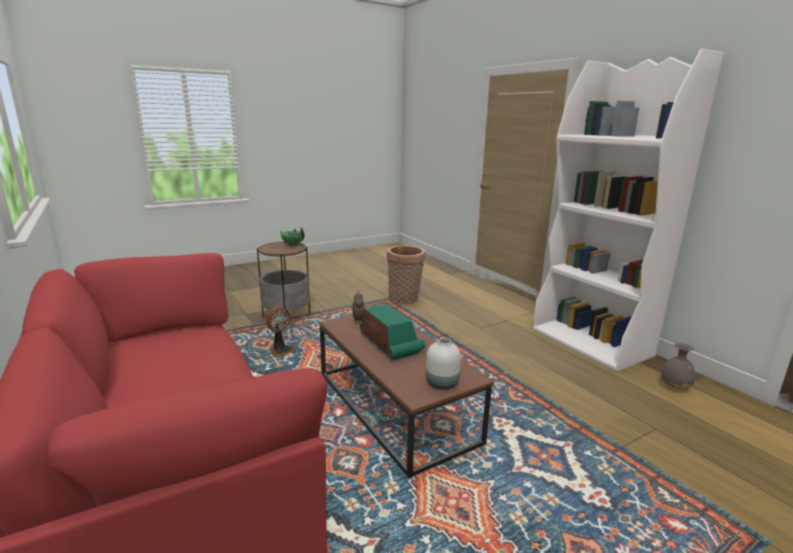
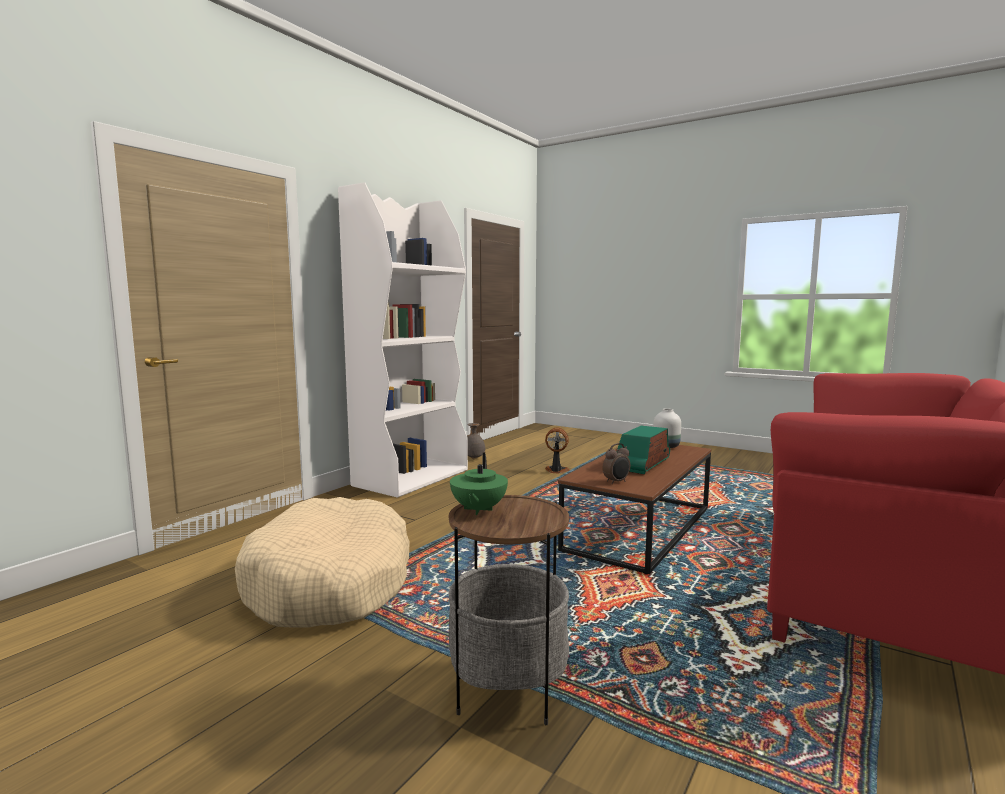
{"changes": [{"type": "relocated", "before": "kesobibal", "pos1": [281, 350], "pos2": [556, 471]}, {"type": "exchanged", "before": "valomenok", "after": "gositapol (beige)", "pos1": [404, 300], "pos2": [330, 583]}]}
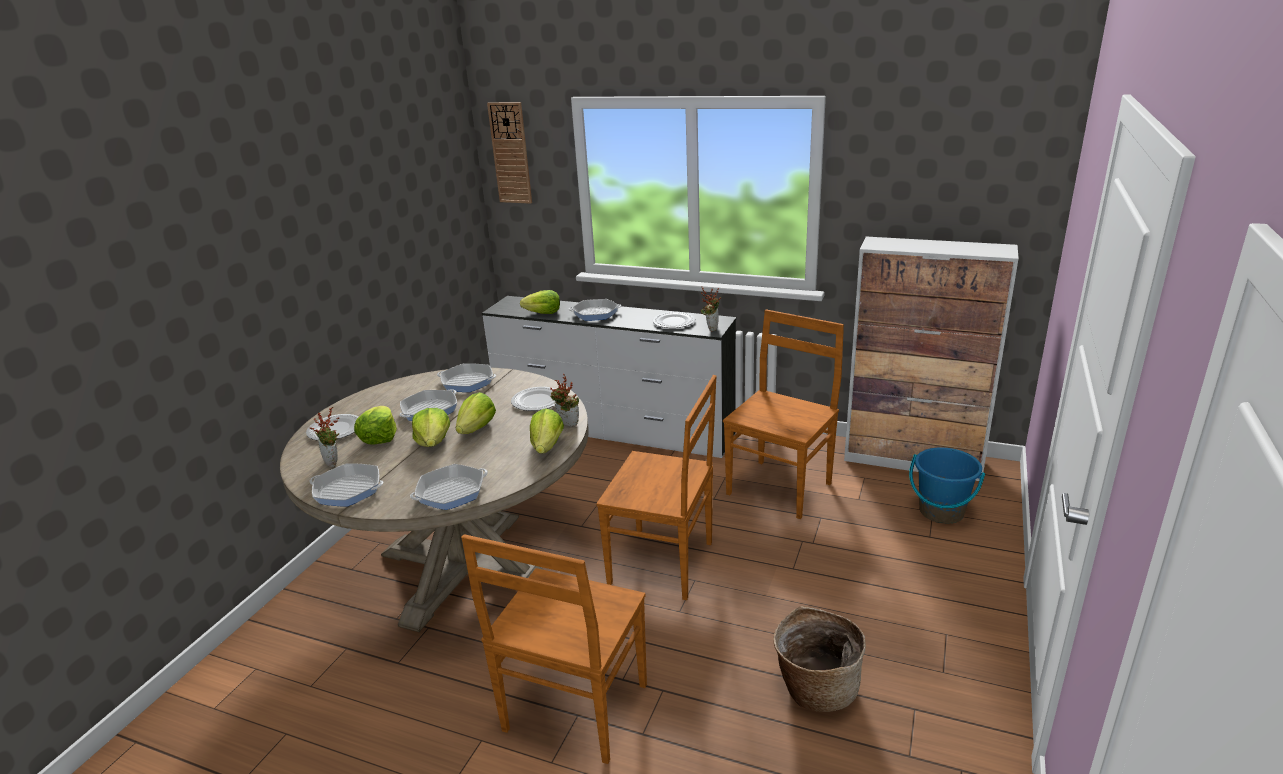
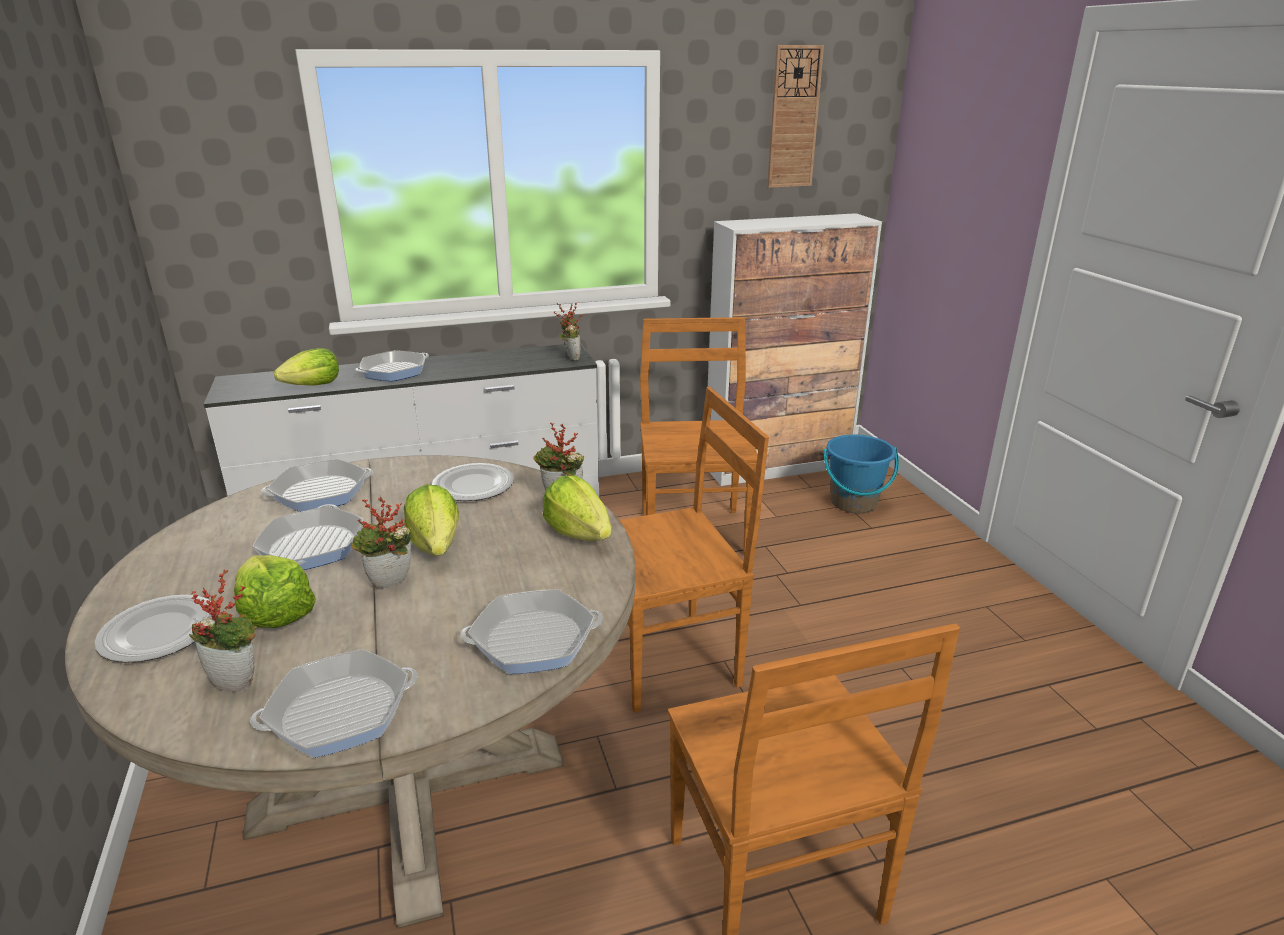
{"changes": [{"type": "spun", "before": "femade", "pos1": [451, 492], "pos2": [533, 640], "turn": 60}, {"type": "exchanged", "before": "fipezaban", "after": "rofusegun", "pos1": [433, 442], "pos2": [390, 585]}, {"type": "relocated", "before": "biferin", "pos1": [510, 153], "pos2": [793, 118]}, {"type": "missing", "before": "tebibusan", "pos1": [673, 322]}, {"type": "missing", "before": "valomenok", "pos1": [815, 688]}]}
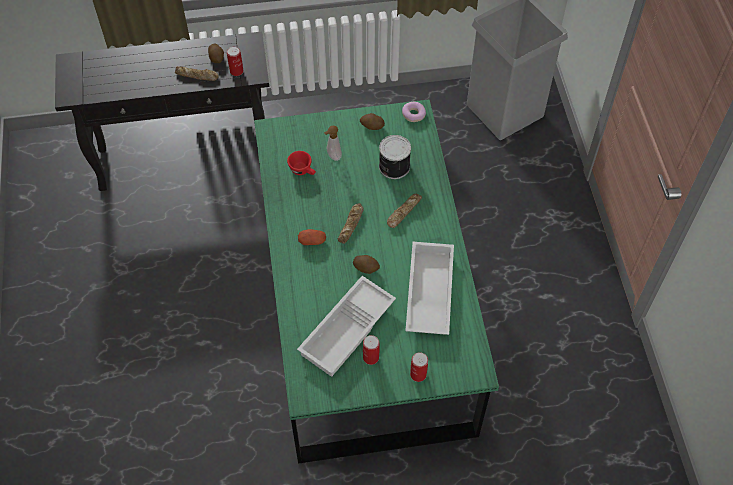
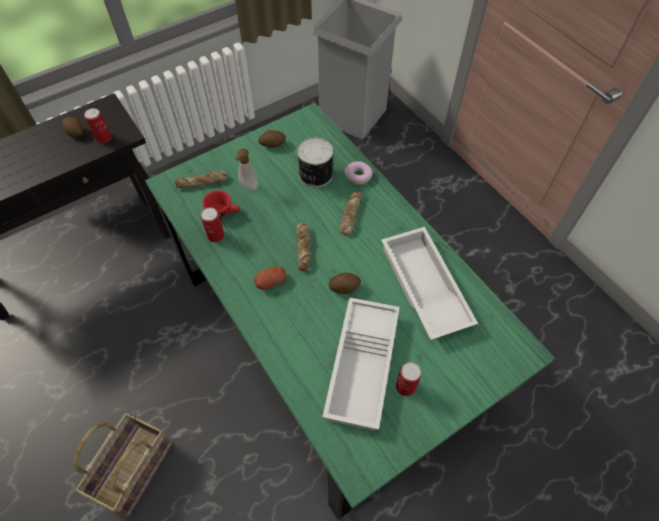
{"changes": [{"type": "relocated", "before": "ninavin", "pos1": [197, 76], "pos2": [202, 182]}, {"type": "relocated", "before": "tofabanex", "pos1": [413, 114], "pos2": [358, 176]}, {"type": "relocated", "before": "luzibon", "pos1": [418, 374], "pos2": [215, 236]}, {"type": "appeared", "after": "valomenok", "pos2": [133, 469]}]}
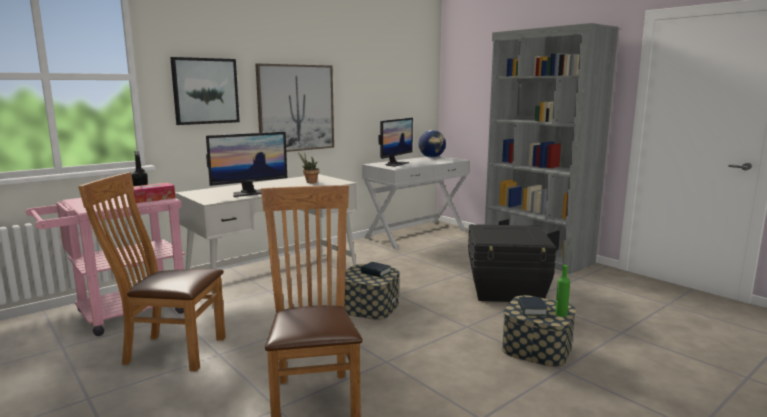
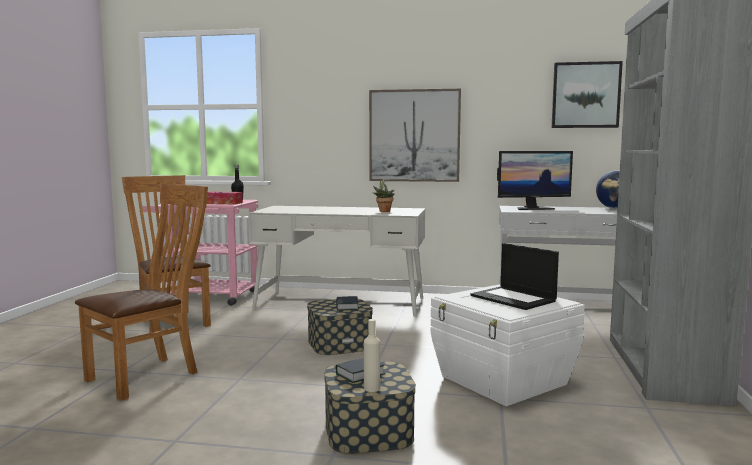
{"changes": [{"type": "relocated", "before": "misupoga", "pos1": [205, 91], "pos2": [585, 95]}, {"type": "missing", "before": "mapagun", "pos1": [249, 193]}, {"type": "colour", "before": "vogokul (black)", "after": "vogokul (white)", "pos1": [507, 290], "pos2": [503, 380]}, {"type": "colour", "before": "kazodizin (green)", "after": "kazodizin (beige)", "pos1": [561, 314], "pos2": [371, 388]}, {"type": "appeared", "after": "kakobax", "pos2": [514, 298]}]}
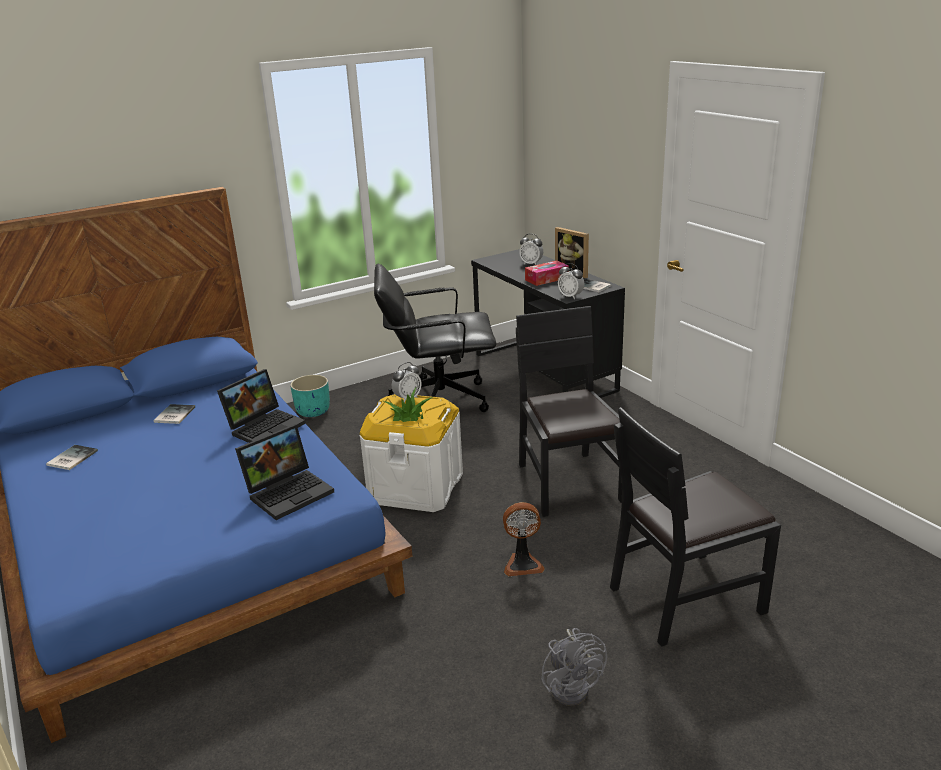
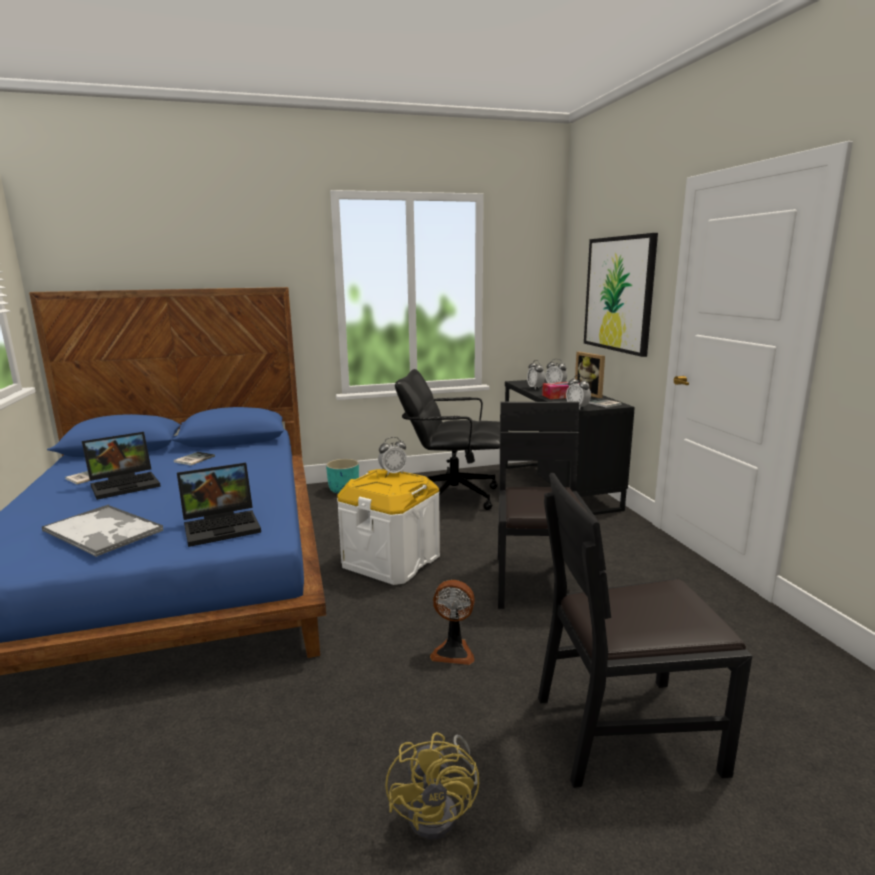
{"changes": [{"type": "relocated", "before": "kakobax", "pos1": [266, 426], "pos2": [126, 484]}, {"type": "missing", "before": "rofusegun", "pos1": [408, 415]}, {"type": "colour", "before": "kesobibal (grey)", "after": "kesobibal (yellow)", "pos1": [573, 685], "pos2": [440, 811]}, {"type": "appeared", "after": "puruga", "pos2": [104, 531]}, {"type": "appeared", "after": "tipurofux", "pos2": [535, 388]}, {"type": "appeared", "after": "misupoga", "pos2": [619, 294]}]}
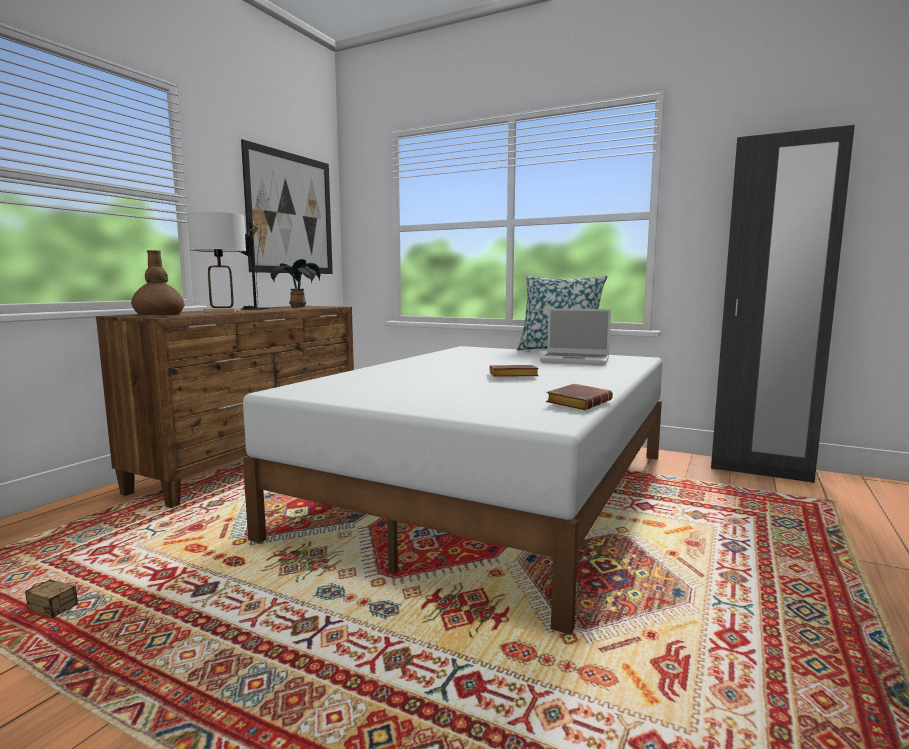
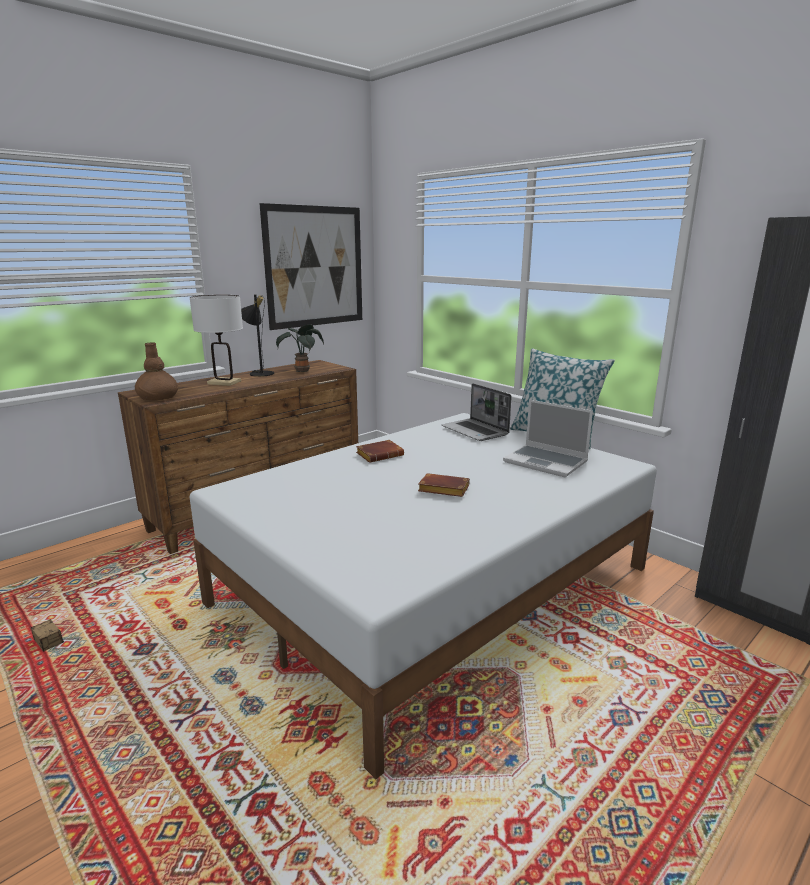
{"changes": [{"type": "relocated", "before": "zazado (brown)", "pos1": [578, 403], "pos2": [380, 455]}, {"type": "appeared", "after": "kakobax", "pos2": [476, 431]}]}
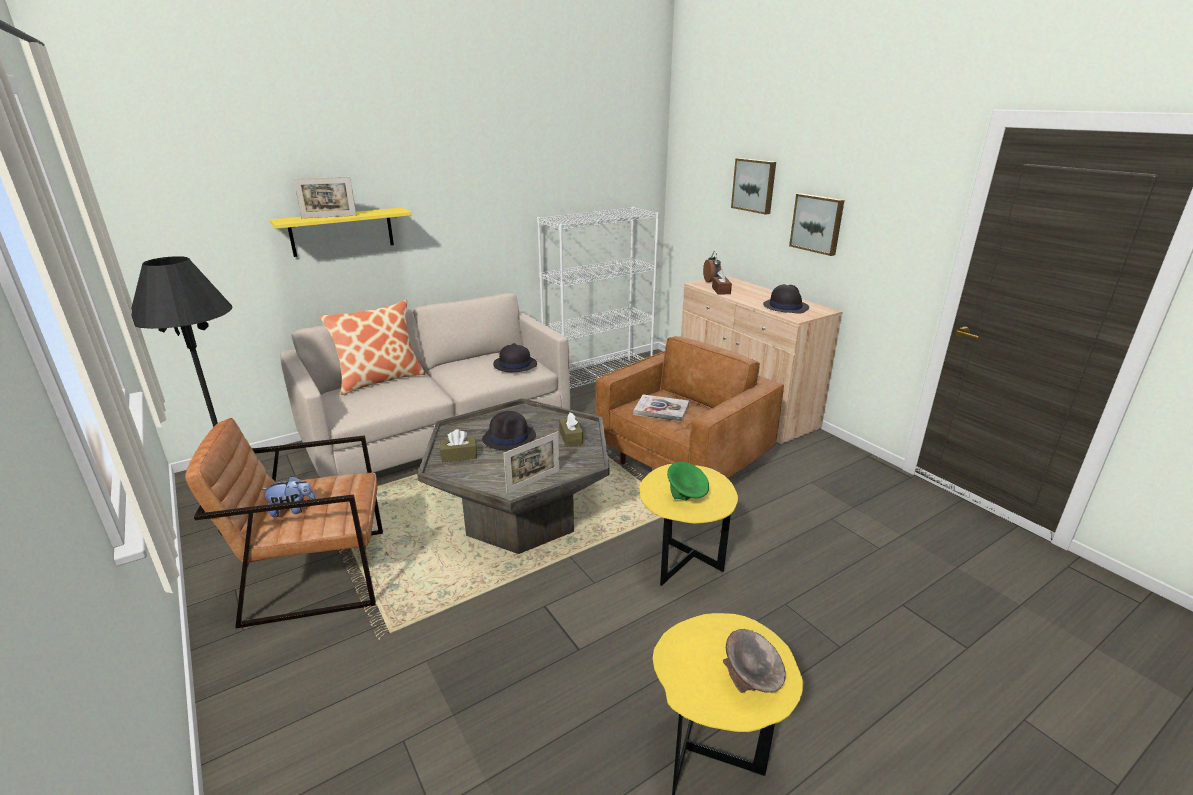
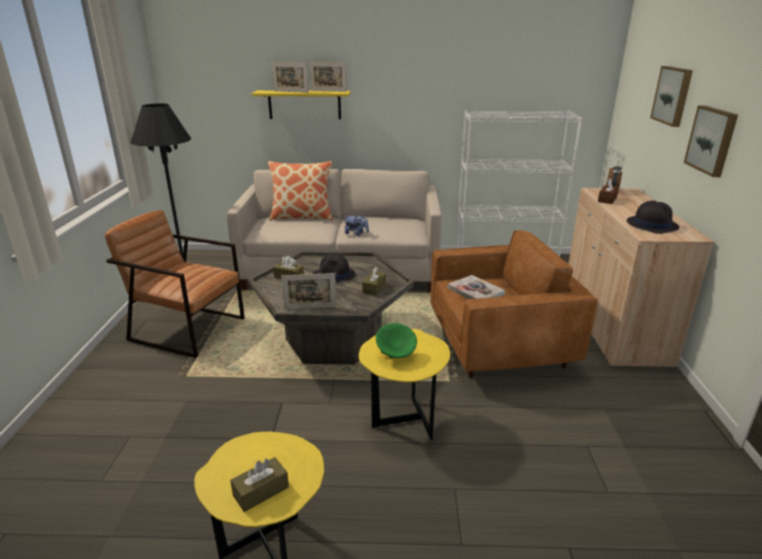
{"changes": [{"type": "relocated", "before": "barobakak", "pos1": [292, 510], "pos2": [356, 234]}, {"type": "missing", "before": "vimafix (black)", "pos1": [514, 365]}, {"type": "exchanged", "before": "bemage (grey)", "after": "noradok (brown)", "pos1": [751, 681], "pos2": [261, 491]}, {"type": "appeared", "after": "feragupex", "pos2": [328, 91]}]}
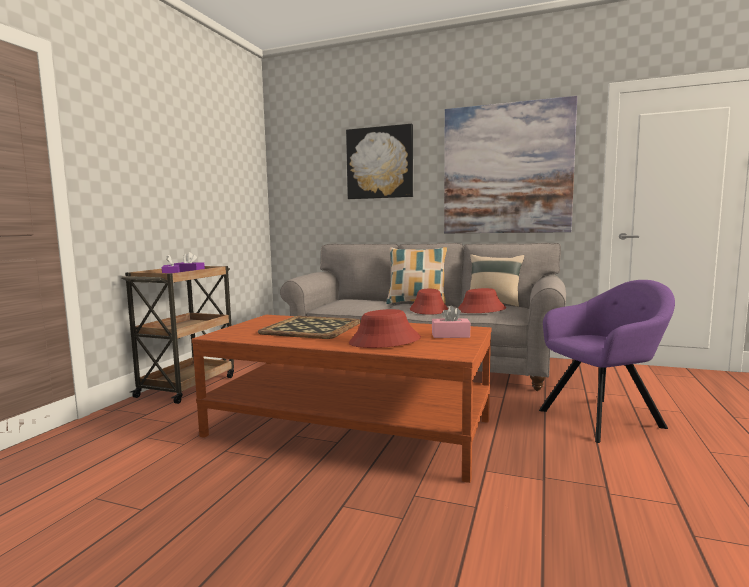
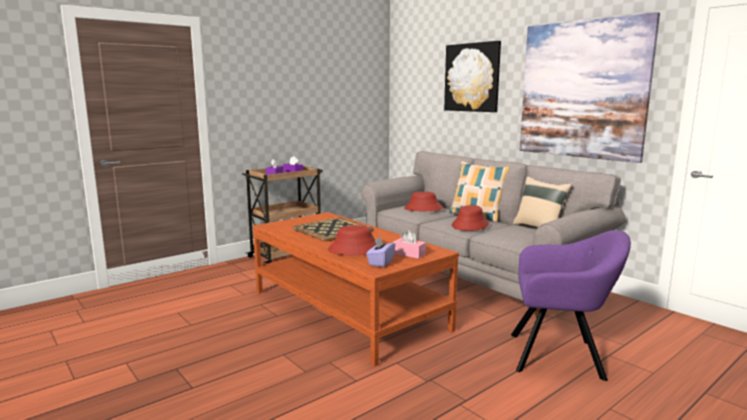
{"changes": [{"type": "relocated", "before": "vimafix (red)", "pos1": [481, 310], "pos2": [423, 209]}, {"type": "appeared", "after": "noradok (purple)", "pos2": [380, 262]}]}
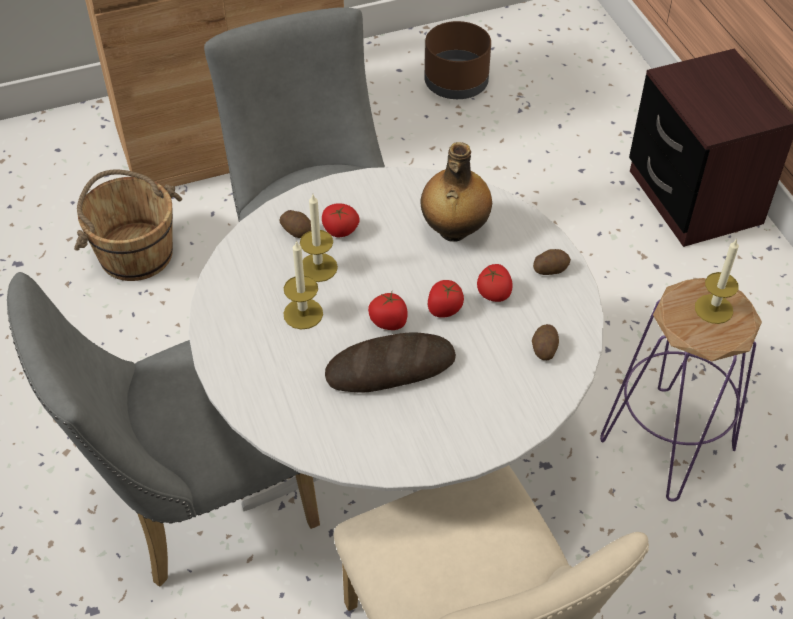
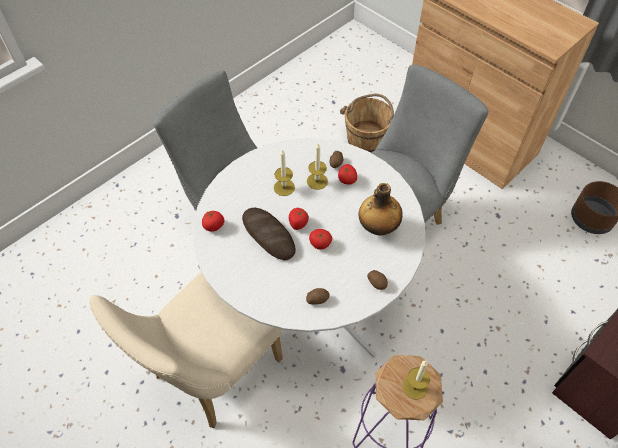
{"changes": [{"type": "relocated", "before": "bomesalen", "pos1": [494, 293], "pos2": [214, 226]}]}
